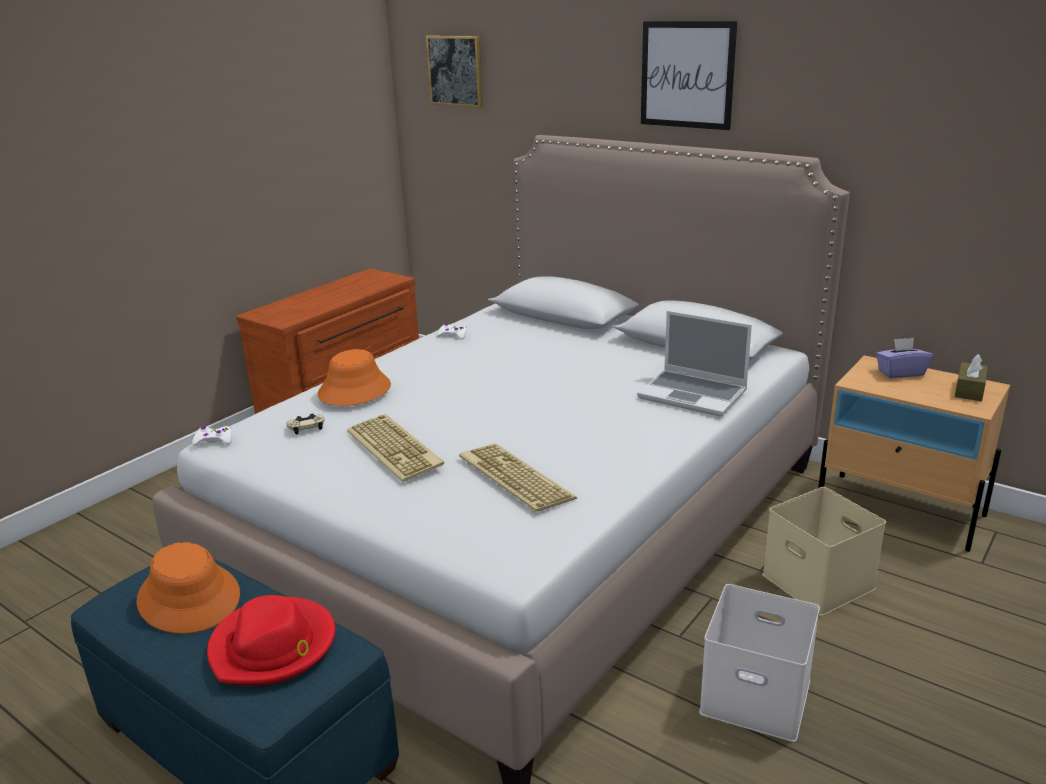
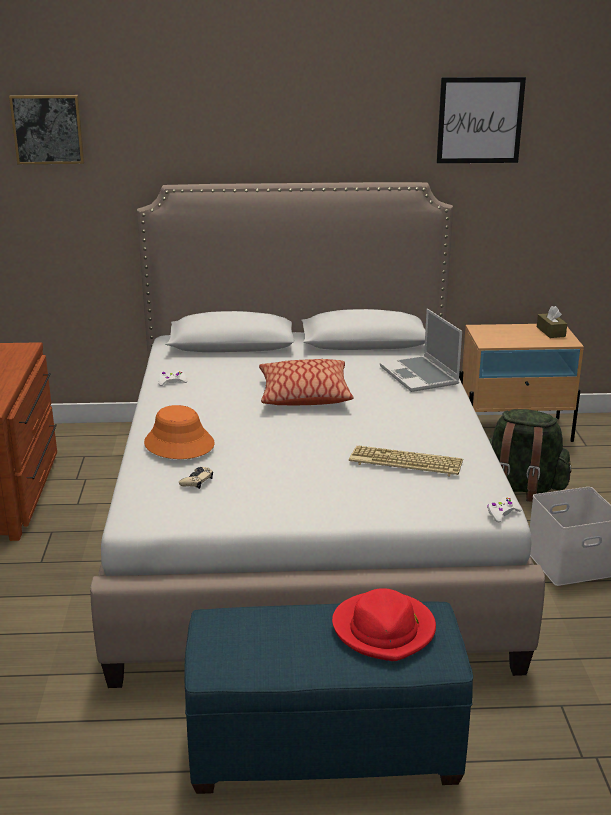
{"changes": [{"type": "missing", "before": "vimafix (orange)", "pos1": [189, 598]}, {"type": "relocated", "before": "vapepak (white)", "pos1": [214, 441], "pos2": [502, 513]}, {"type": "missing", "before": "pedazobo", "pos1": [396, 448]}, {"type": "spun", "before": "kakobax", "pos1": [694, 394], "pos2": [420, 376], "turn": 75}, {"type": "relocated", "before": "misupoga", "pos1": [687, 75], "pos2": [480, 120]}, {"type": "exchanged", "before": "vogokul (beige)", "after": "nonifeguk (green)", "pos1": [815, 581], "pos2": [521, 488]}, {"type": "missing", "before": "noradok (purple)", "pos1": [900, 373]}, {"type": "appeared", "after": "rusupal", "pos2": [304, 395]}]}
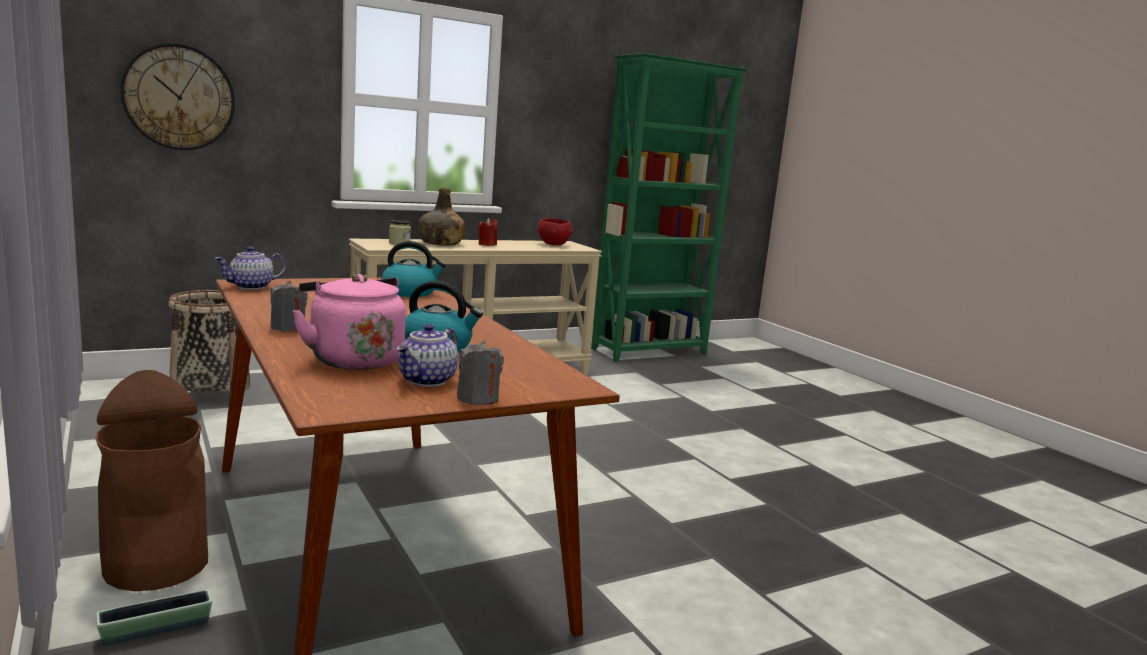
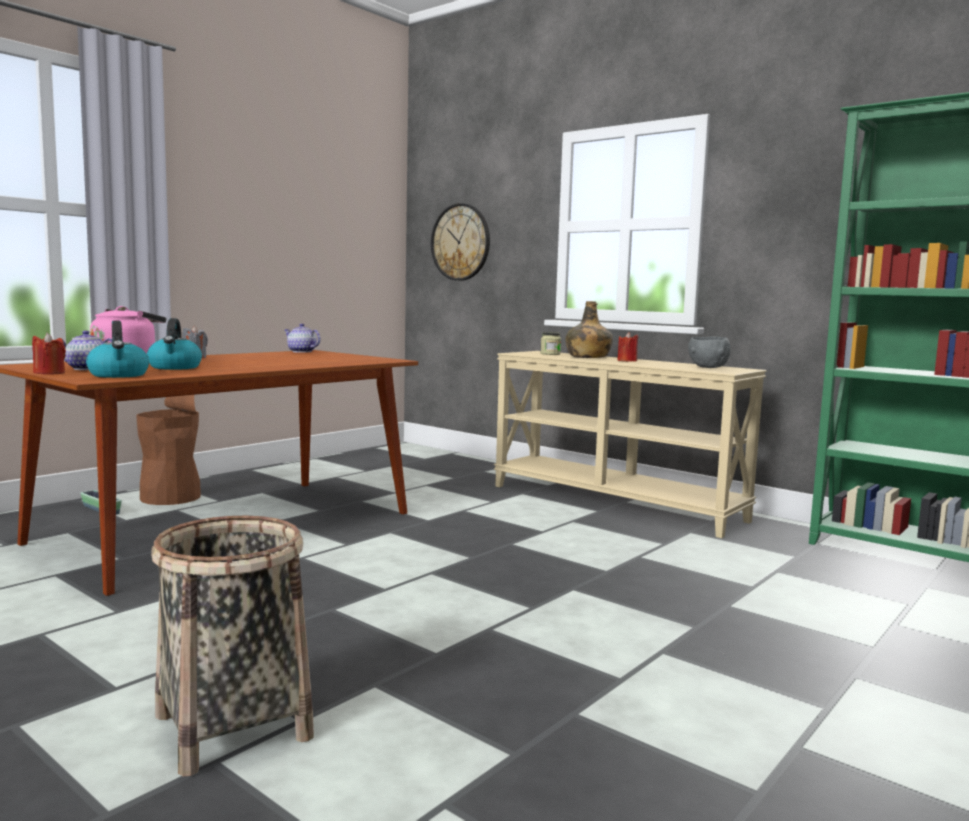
{"changes": [{"type": "relocated", "before": "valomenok", "pos1": [210, 395], "pos2": [233, 726]}, {"type": "relocated", "before": "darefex", "pos1": [410, 292], "pos2": [119, 375]}, {"type": "colour", "before": "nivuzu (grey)", "after": "nivuzu (red)", "pos1": [478, 399], "pos2": [49, 373]}, {"type": "colour", "before": "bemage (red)", "after": "bemage (grey)", "pos1": [553, 244], "pos2": [708, 367]}]}
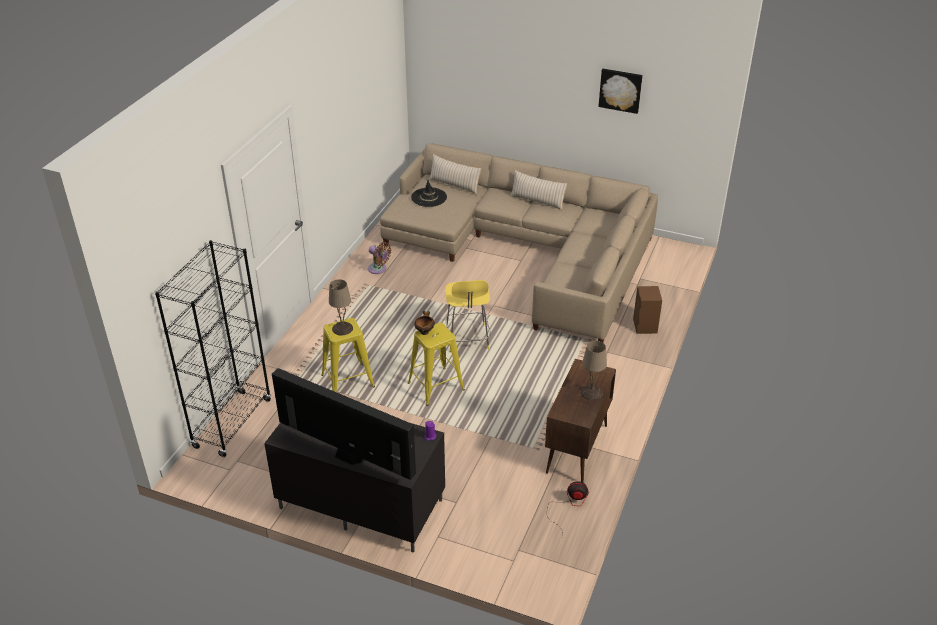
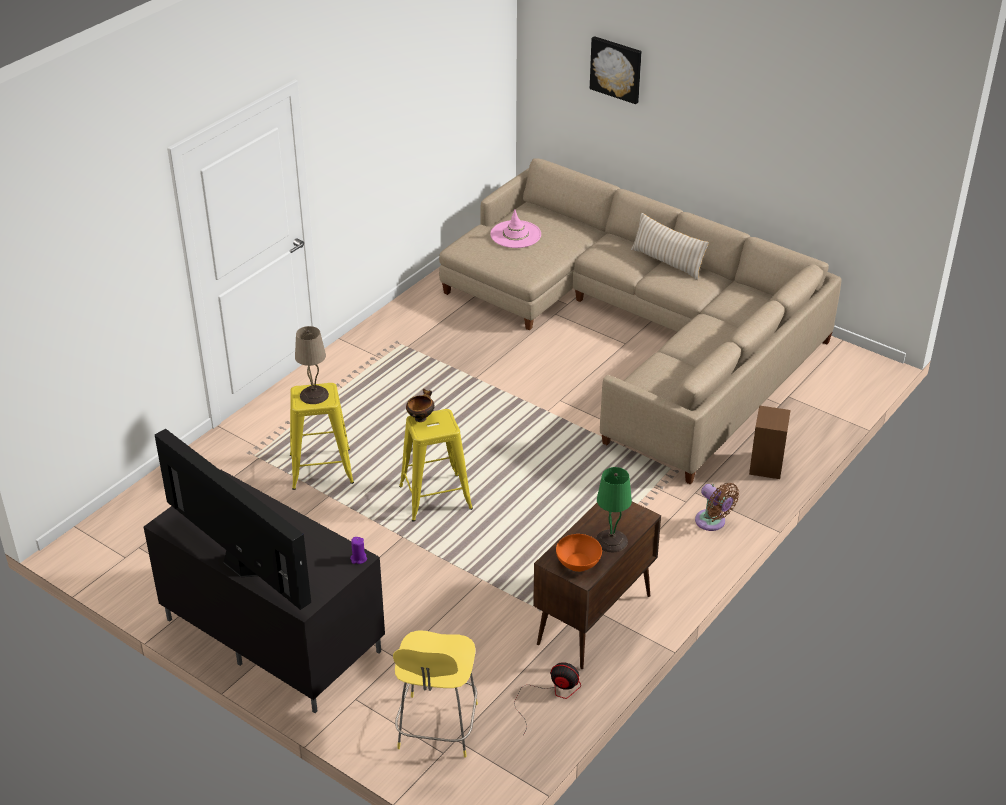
{"changes": [{"type": "missing", "before": "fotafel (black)", "pos1": [232, 423]}, {"type": "relocated", "before": "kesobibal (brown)", "pos1": [378, 269], "pos2": [712, 522]}, {"type": "colour", "before": "vimafix (black)", "after": "vimafix (pink)", "pos1": [429, 197], "pos2": [515, 235]}, {"type": "missing", "before": "rusupal (beige)", "pos1": [454, 185]}, {"type": "relocated", "before": "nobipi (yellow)", "pos1": [467, 339], "pos2": [437, 729]}, {"type": "colour", "before": "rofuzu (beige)", "after": "rofuzu (green)", "pos1": [591, 392], "pos2": [611, 541]}, {"type": "relocated", "before": "misupoga", "pos1": [620, 90], "pos2": [616, 69]}, {"type": "appeared", "after": "bemage (orange)", "pos2": [578, 562]}]}
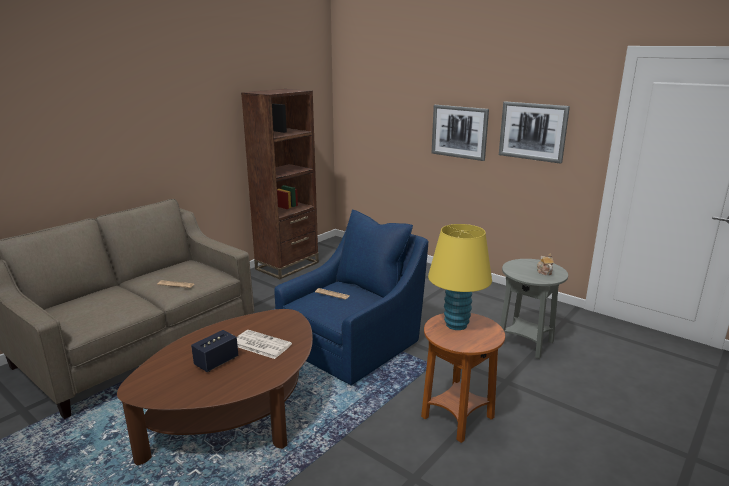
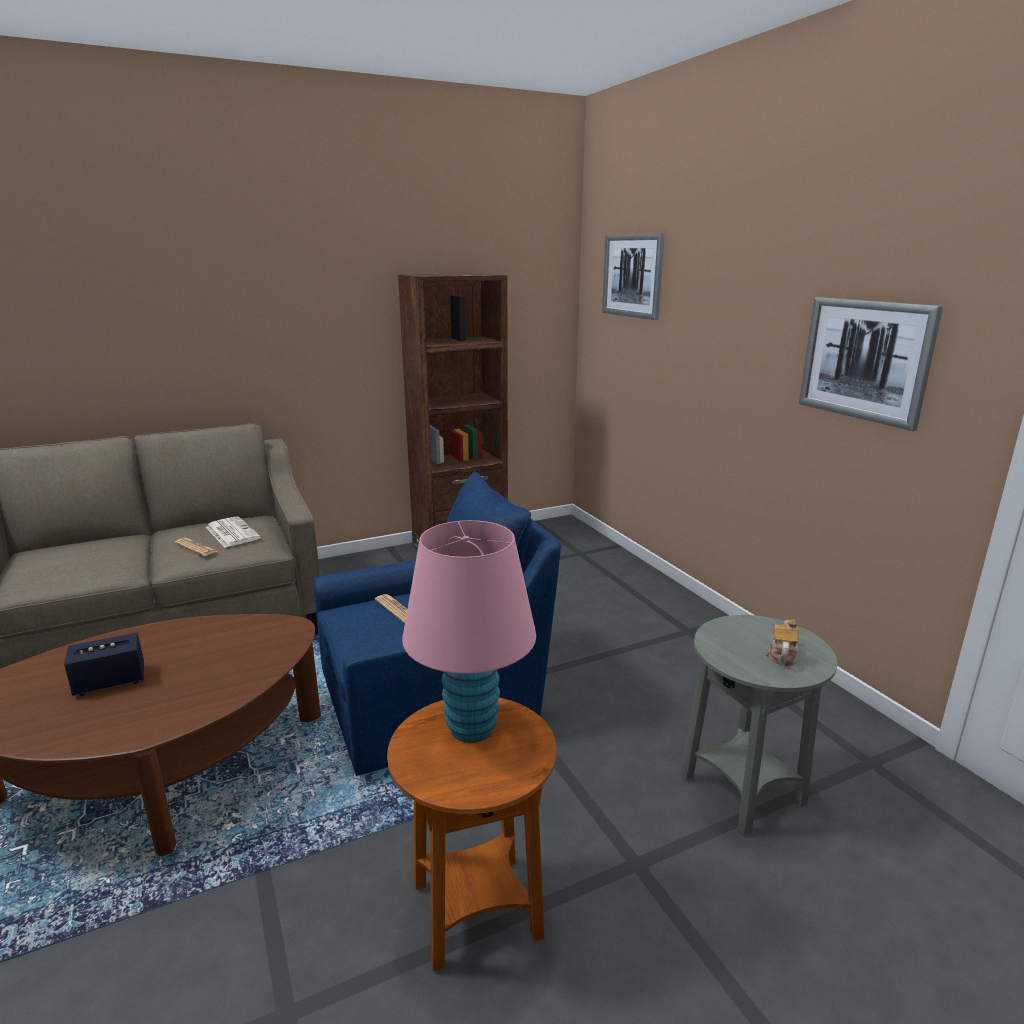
{"changes": [{"type": "relocated", "before": "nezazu", "pos1": [260, 345], "pos2": [231, 533]}, {"type": "colour", "before": "rofuzu (yellow)", "after": "rofuzu (pink)", "pos1": [456, 325], "pos2": [471, 728]}, {"type": "relocated", "before": "misupoga", "pos1": [459, 132], "pos2": [632, 276]}]}
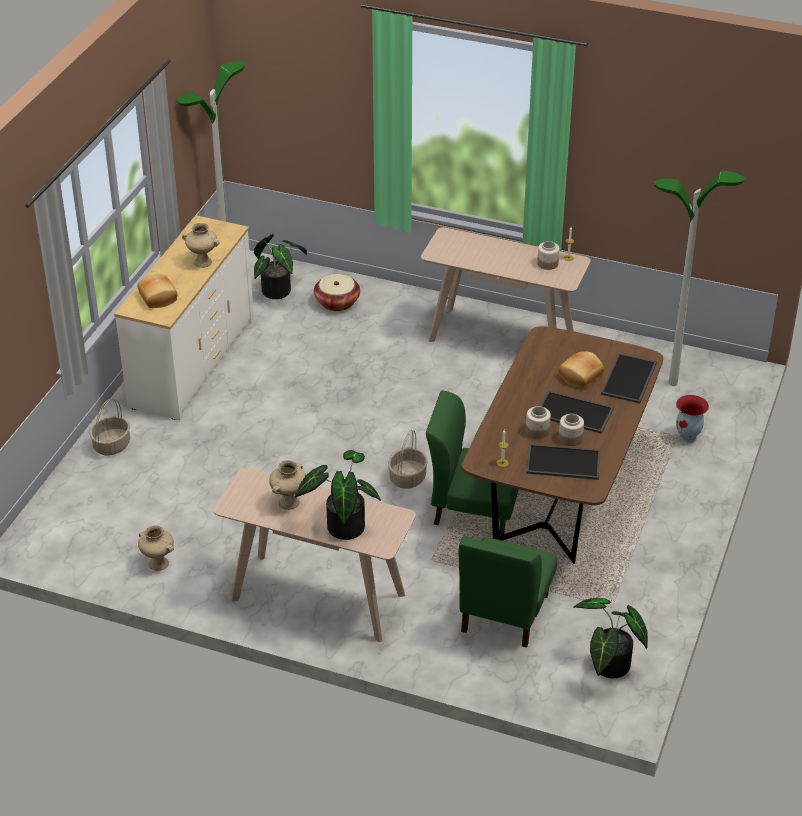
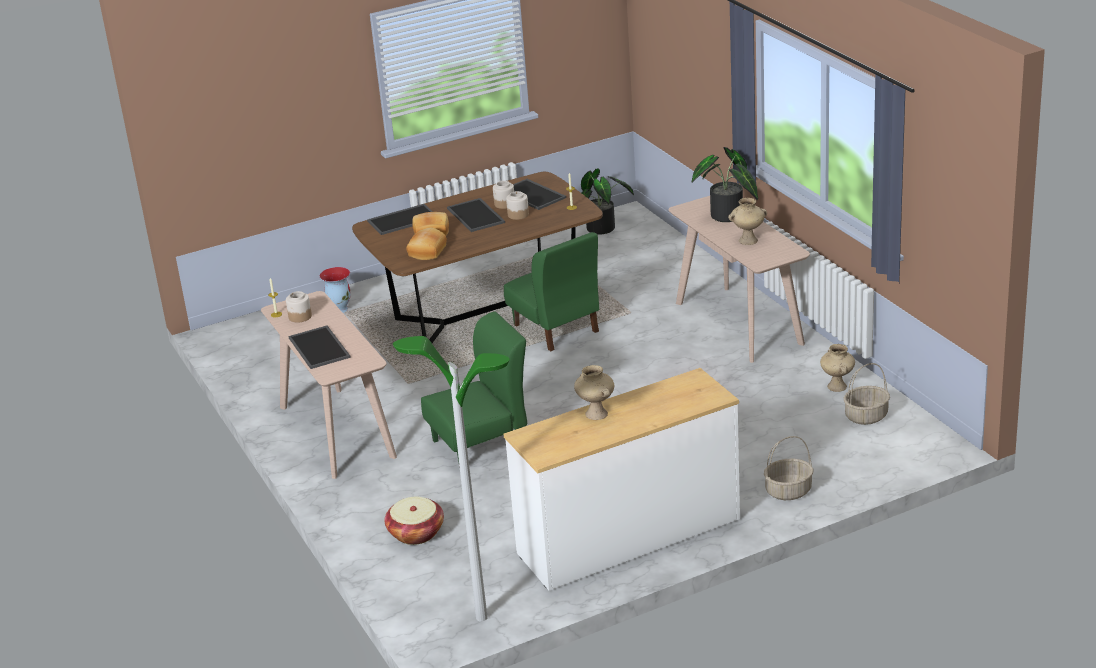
{"changes": [{"type": "relocated", "before": "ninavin", "pos1": [159, 297], "pos2": [426, 251]}, {"type": "missing", "before": "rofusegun", "pos1": [280, 291]}, {"type": "relocated", "before": "valomenok", "pos1": [407, 477], "pos2": [866, 417]}, {"type": "relocated", "before": "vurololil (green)", "pos1": [504, 613], "pos2": [481, 444]}, {"type": "missing", "before": "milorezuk", "pos1": [673, 383]}, {"type": "appeared", "after": "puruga", "pos2": [320, 347]}]}
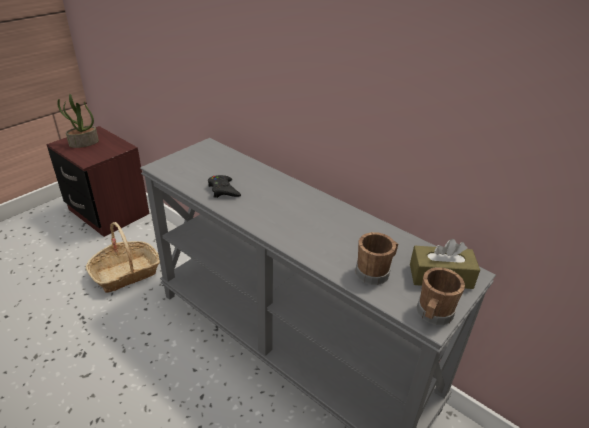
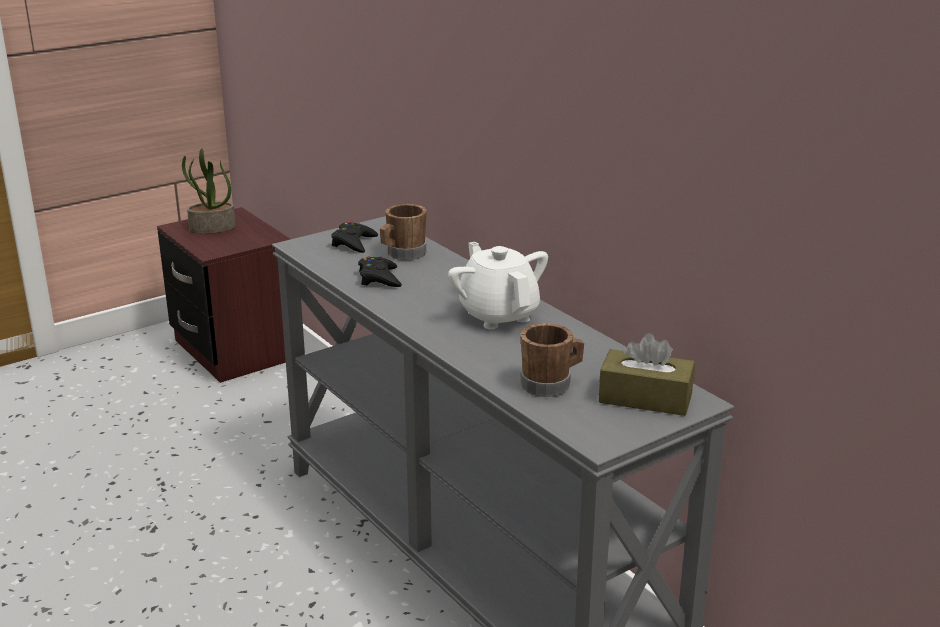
{"changes": [{"type": "missing", "before": "valomenok", "pos1": [126, 273]}, {"type": "relocated", "before": "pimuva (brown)", "pos1": [433, 314], "pos2": [403, 254]}, {"type": "appeared", "after": "vapepak (black)", "pos2": [353, 243]}, {"type": "appeared", "after": "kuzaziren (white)", "pos2": [498, 315]}]}
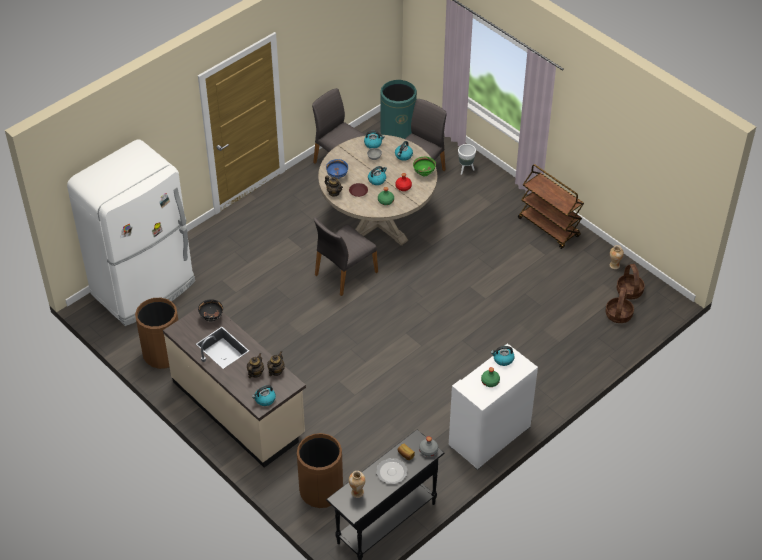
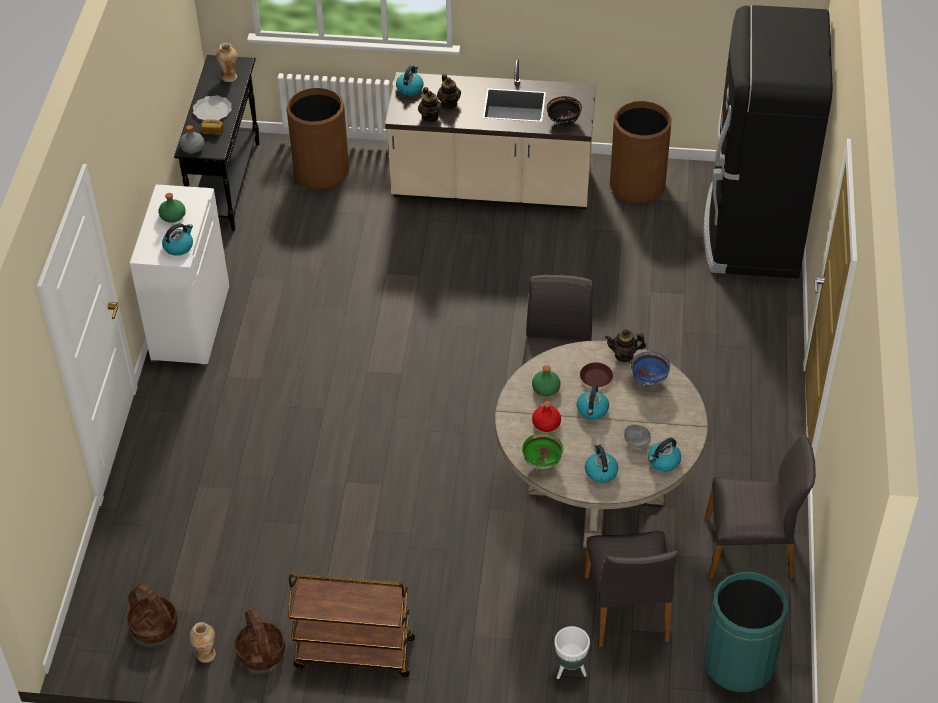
{"changes": [{"type": "colour", "before": "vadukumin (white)", "after": "vadukumin (black)", "pos1": [145, 288], "pos2": [751, 231]}, {"type": "relocated", "before": "valomenok", "pos1": [618, 315], "pos2": [260, 652]}]}
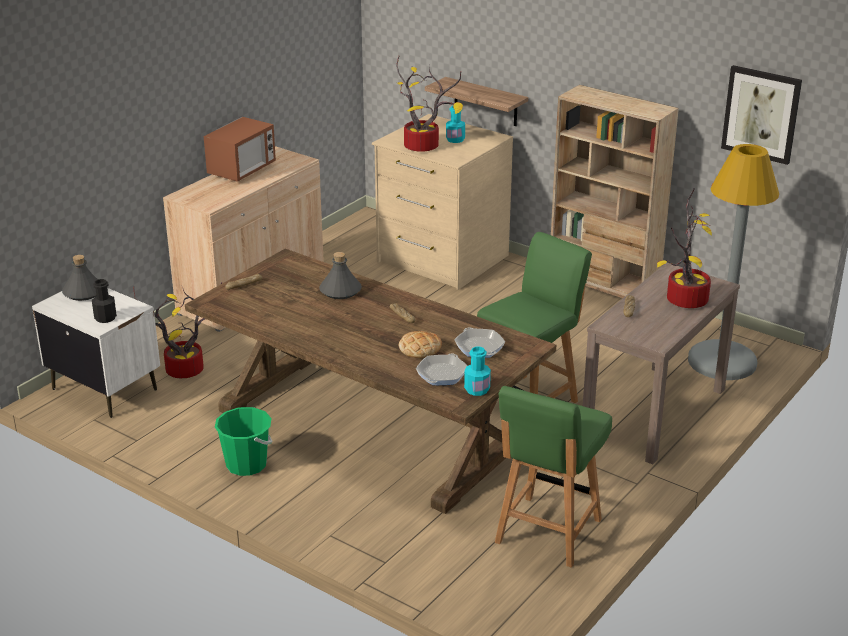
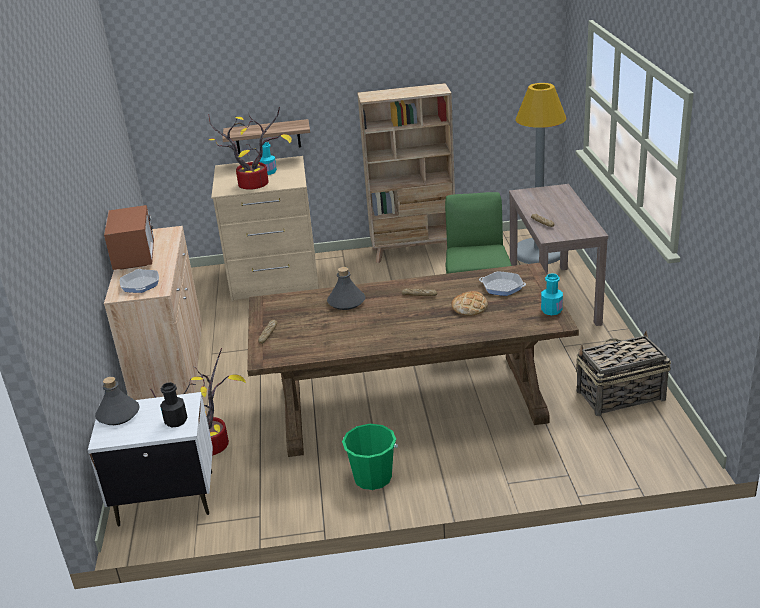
{"changes": [{"type": "relocated", "before": "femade", "pos1": [441, 374], "pos2": [140, 284]}, {"type": "exchanged", "before": "vurololil (green)", "after": "valomenok", "pos1": [547, 532], "pos2": [619, 395]}, {"type": "missing", "before": "rofusegun", "pos1": [684, 298]}, {"type": "missing", "before": "misupoga", "pos1": [761, 114]}]}
